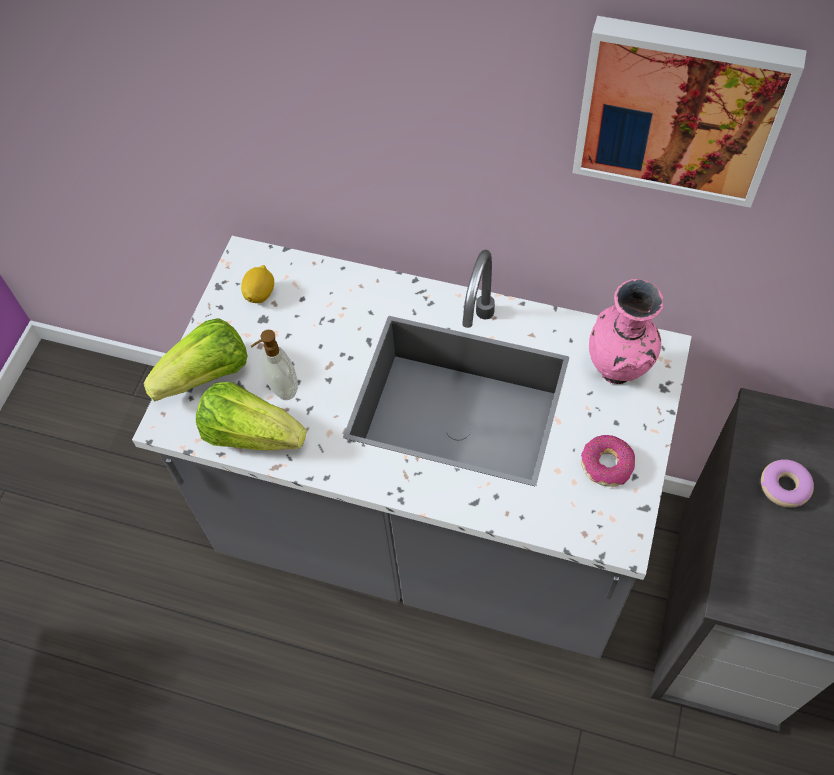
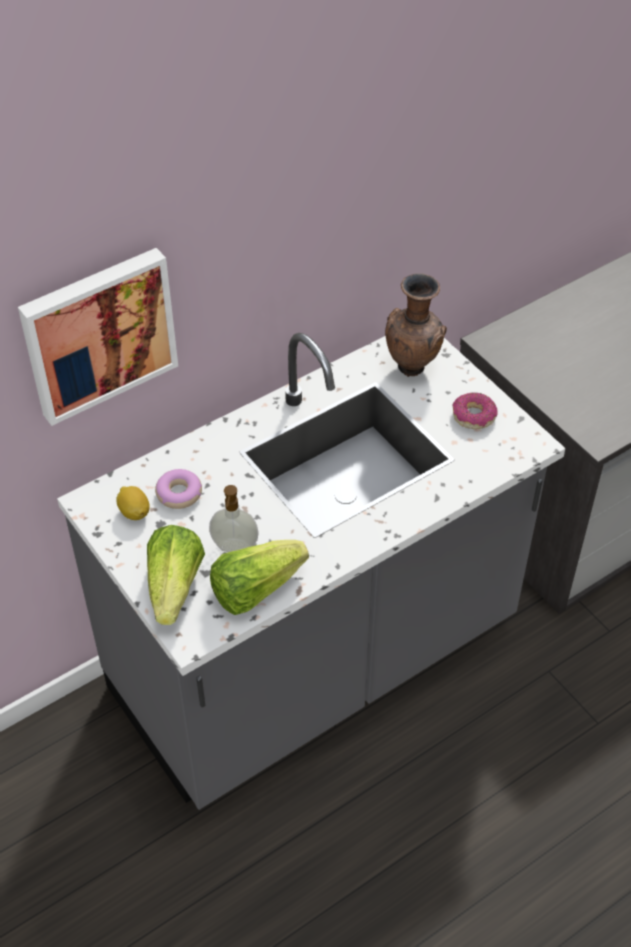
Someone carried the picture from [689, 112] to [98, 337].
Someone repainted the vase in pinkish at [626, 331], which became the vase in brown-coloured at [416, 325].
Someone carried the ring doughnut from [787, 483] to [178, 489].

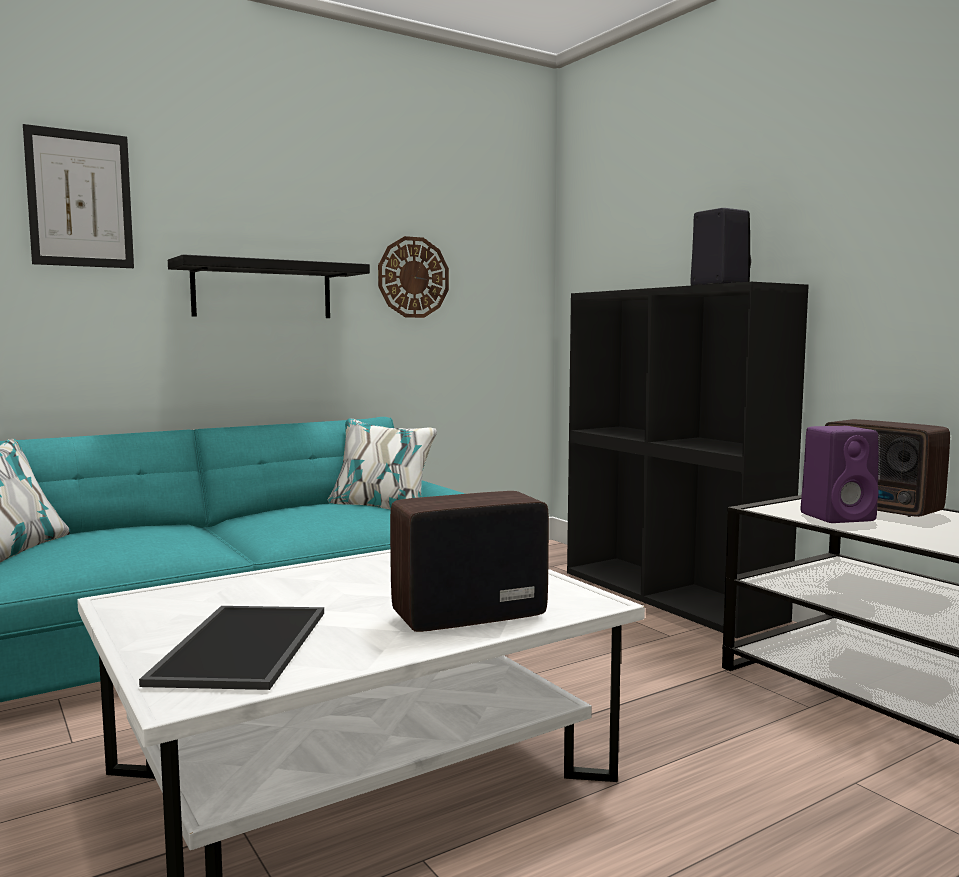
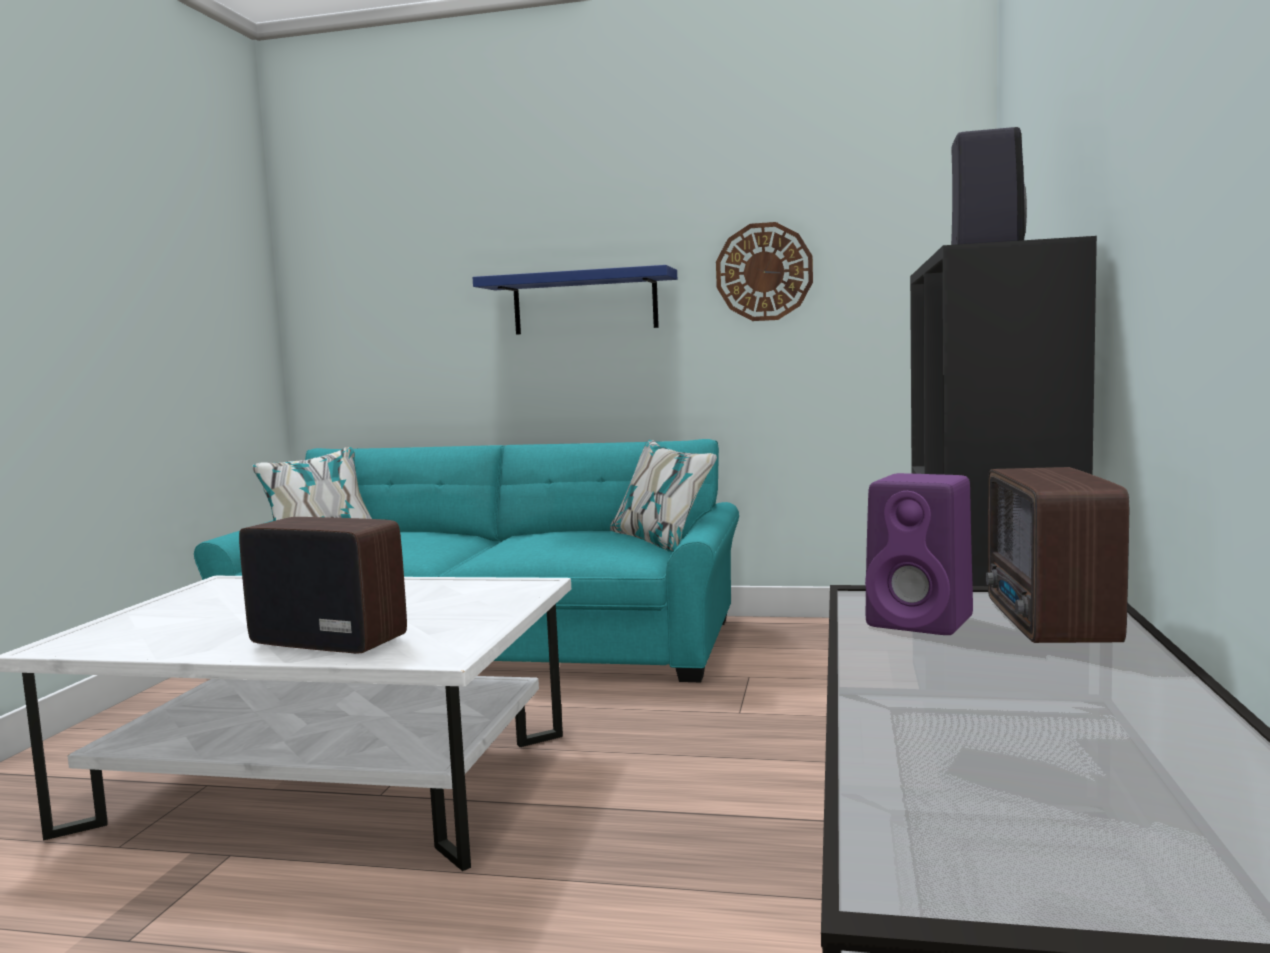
Someone took away the picture at [78, 196].
Someone took away the carrying tray at [231, 648].
Someone repainted the wall shelf in black-coloured at [269, 286], which became the wall shelf in blue at [574, 300].

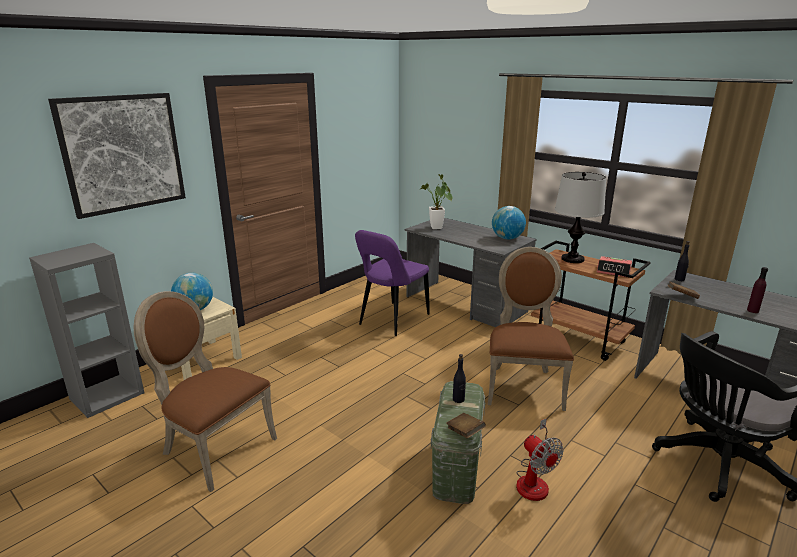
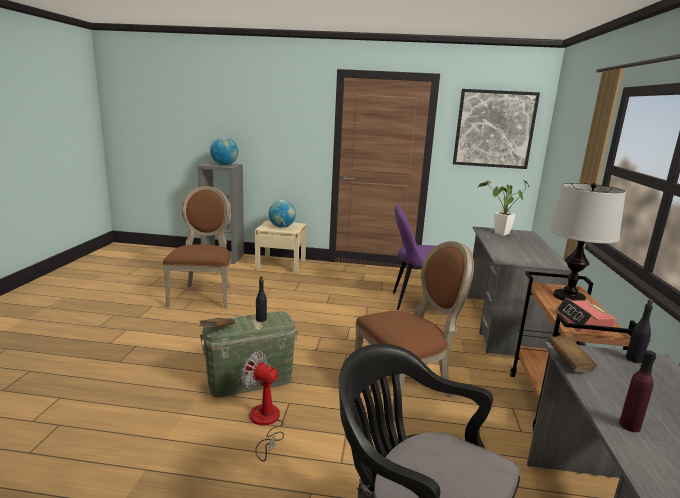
Someone carried the picture from [117, 156] to [496, 129].
Someone carried the globe from [509, 223] to [224, 151].
Someone rotated the fan at [540, 459] by 90 degrees clockwise.

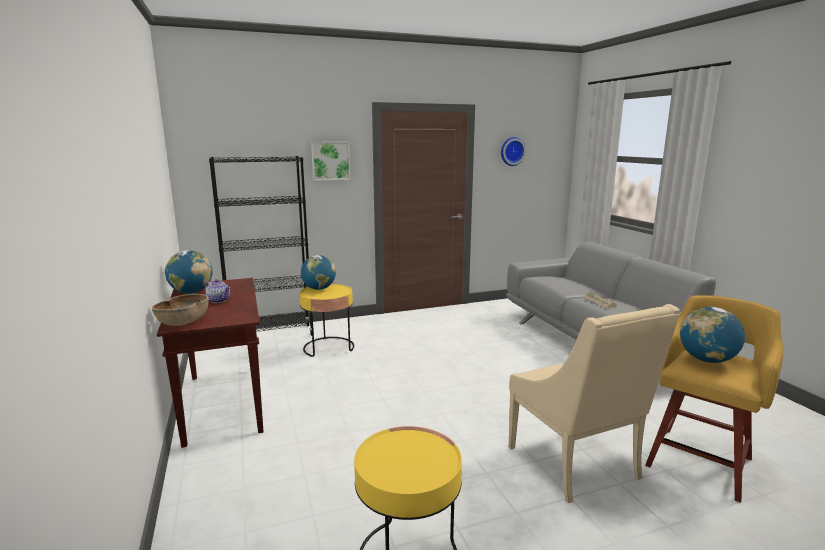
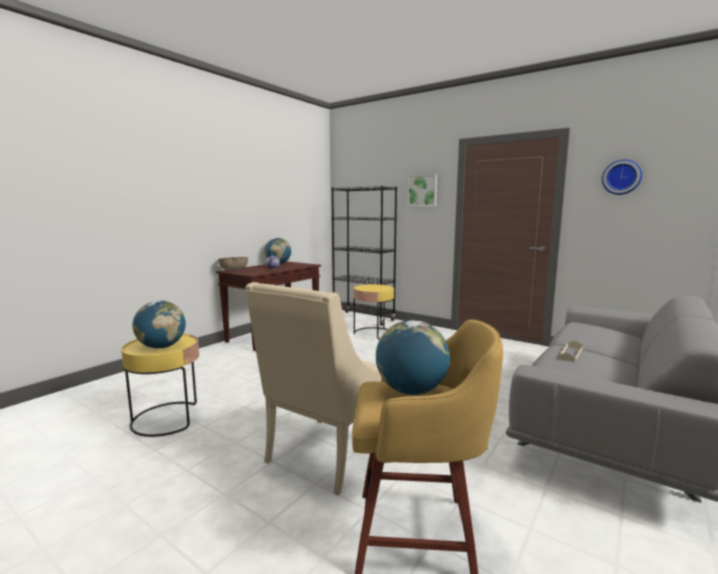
Someone carried the globe from [318, 272] to [159, 324].

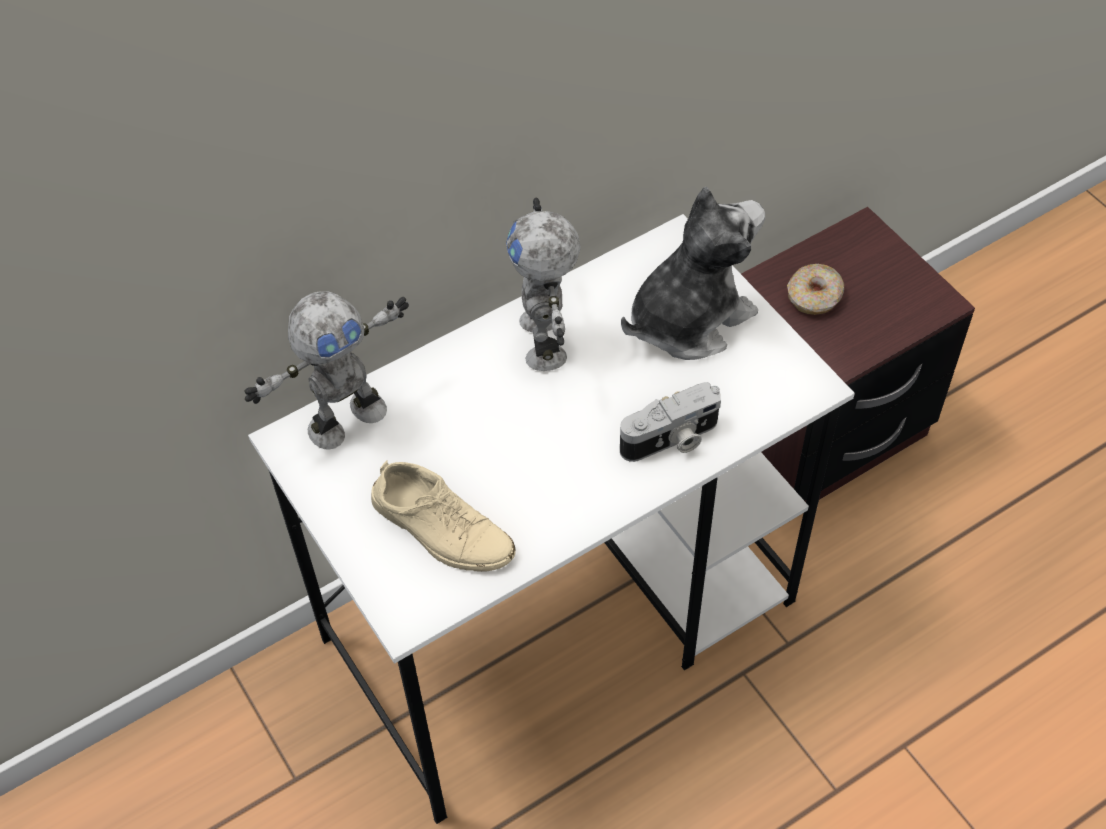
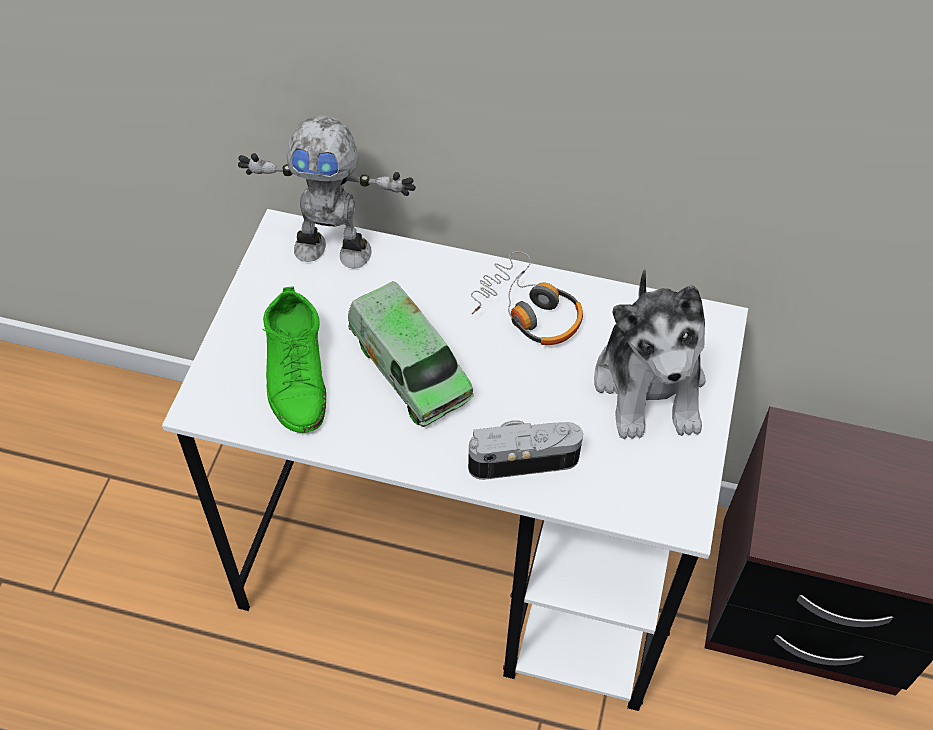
Someone repainted the low shoe in beige at [443, 516], which became the low shoe in green at [294, 359].
Someone swapped the toy robot at [543, 284] for the pair of headphones at [527, 298].
Someone rotated the photo camera at [670, 422] by 150 degrees clockwise.
Someone rotated the cuddly toy at [693, 273] by 75 degrees clockwise.
Someone took away the ring doughnut at [815, 289].
Someone put down the toy truck at [411, 354].

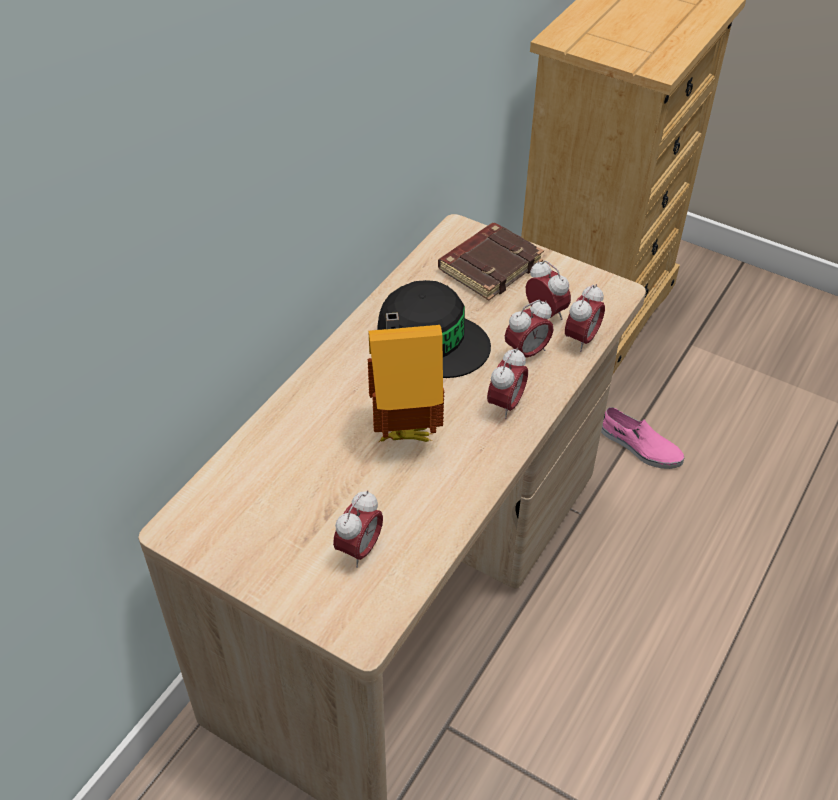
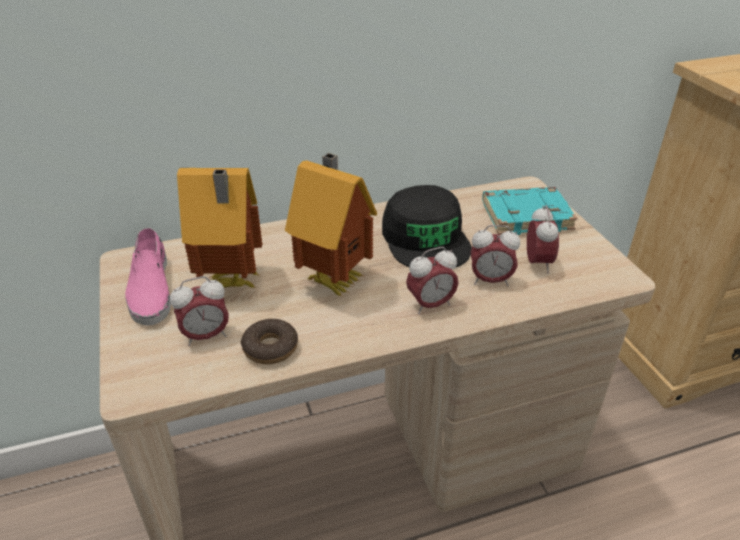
Someone repainted the book in brown-coloured at [491, 262], which became the book in turquoise-coloured at [530, 211].
Someone took away the bedside clock at [585, 318].
Someone carried the low shoe in pinkish from [643, 438] to [148, 276].
Someone put down the model house at [220, 228].
Someone put down the ring doughnut at [269, 341].

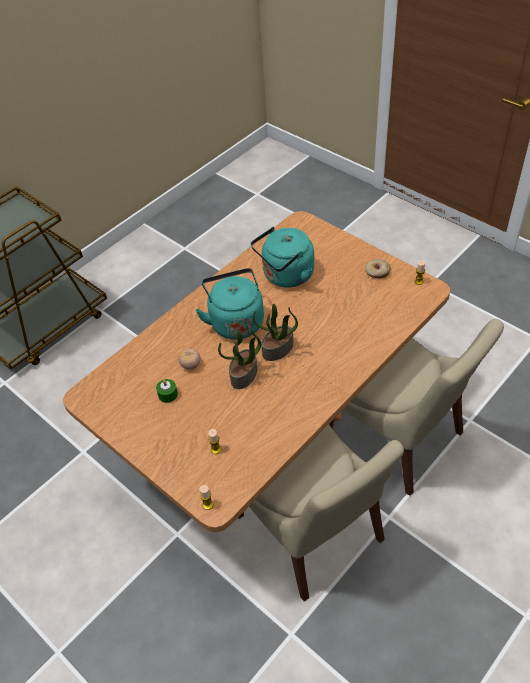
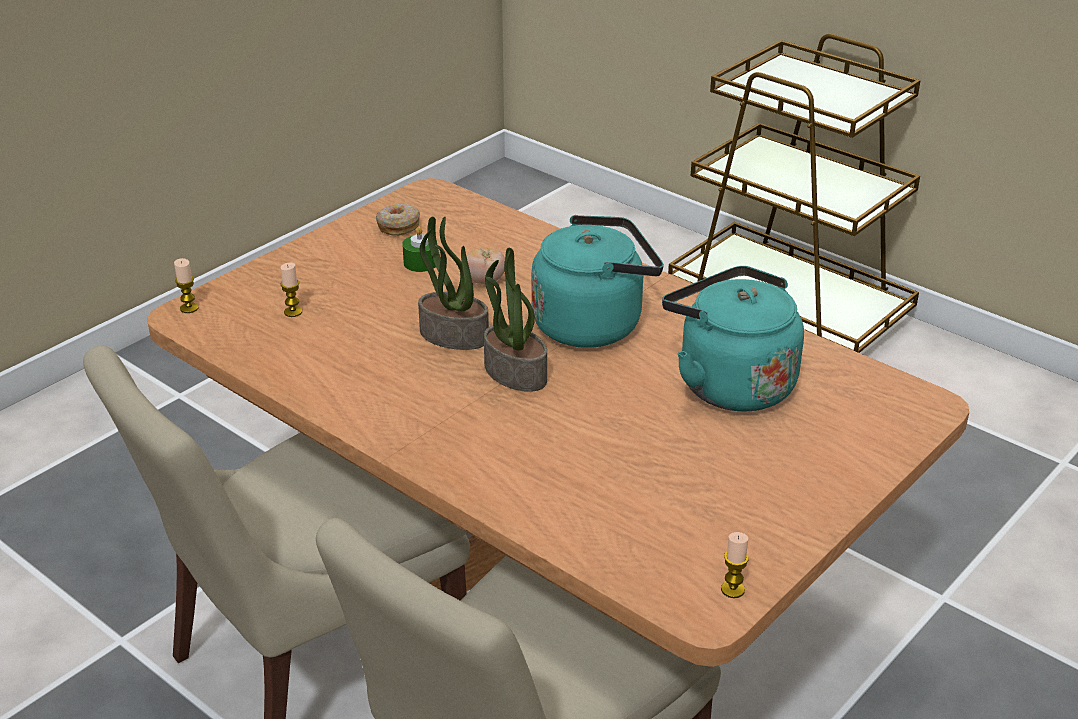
Someone carried the ring doughnut from [378, 268] to [398, 220].

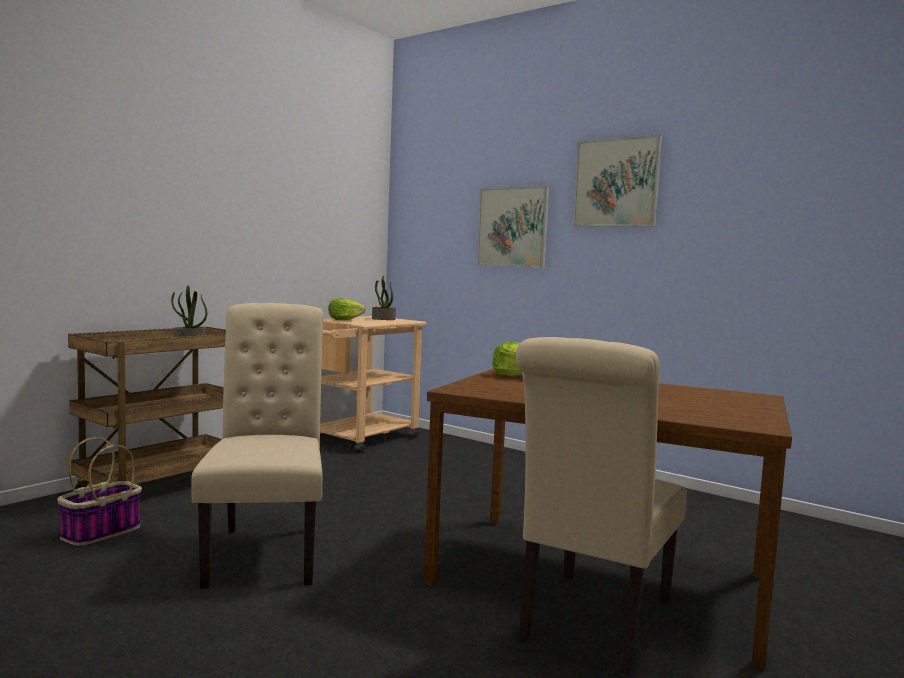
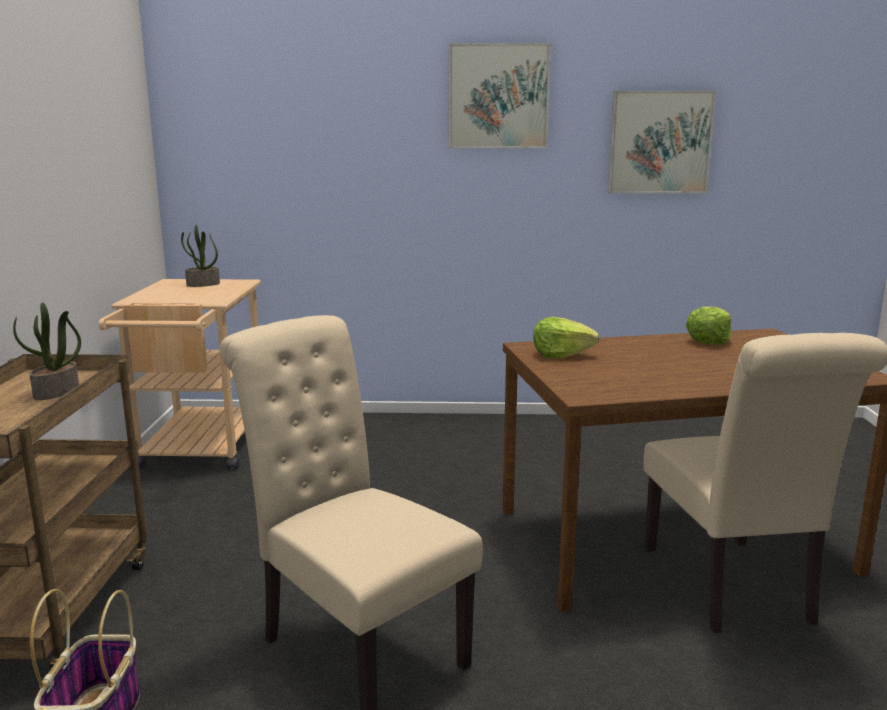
Someone carried the lettuce from [346, 309] to [709, 326].
Someone carried the picture from [513, 227] to [662, 142].

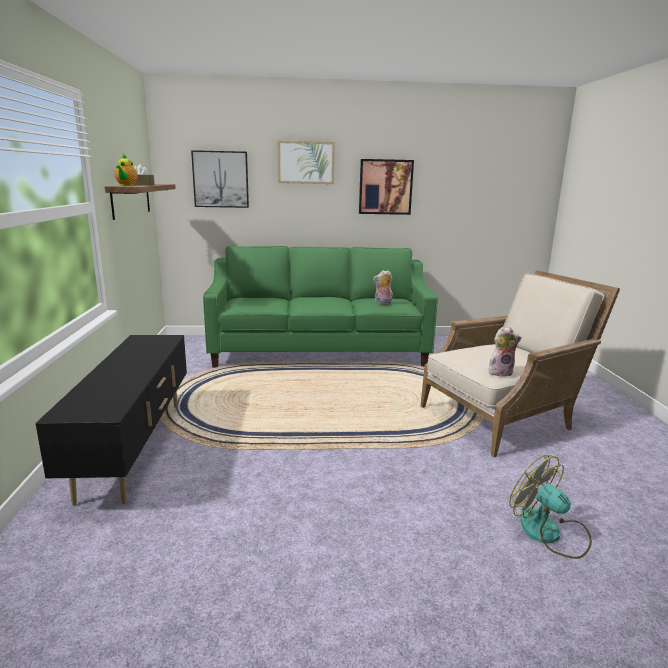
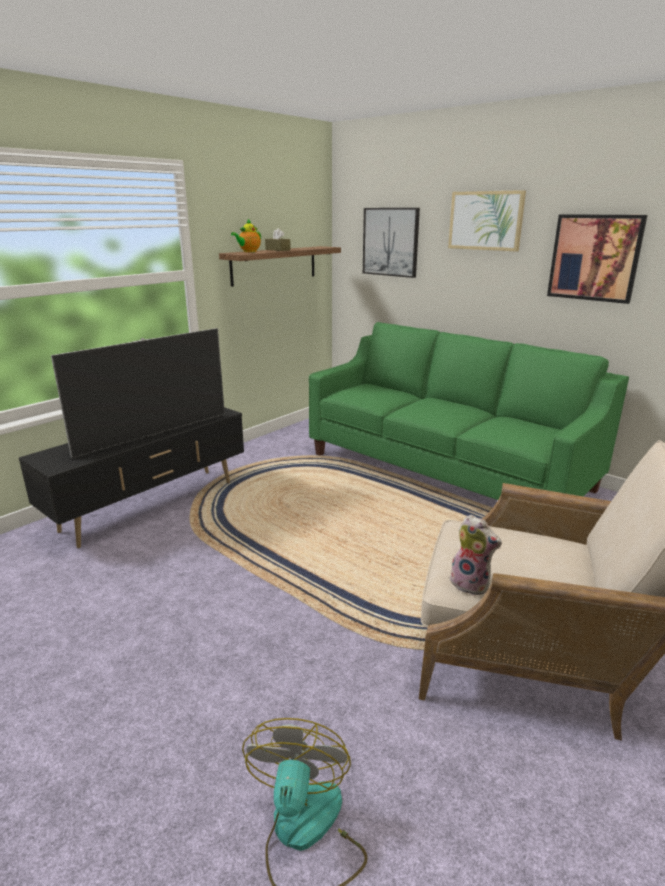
Someone took away the cuddly toy at [383, 287].
Someone put down the TV at [138, 393].

